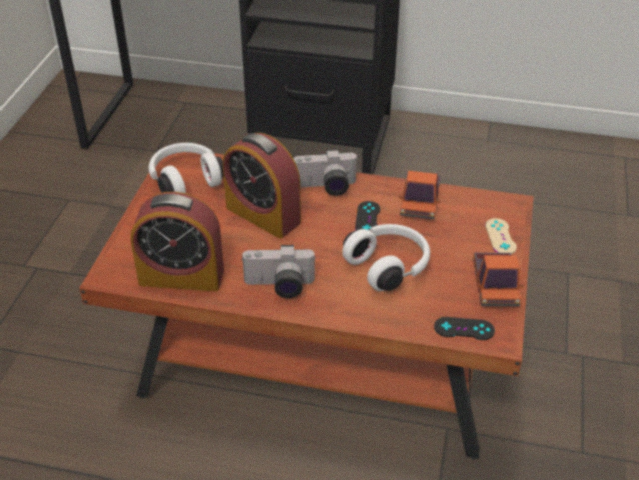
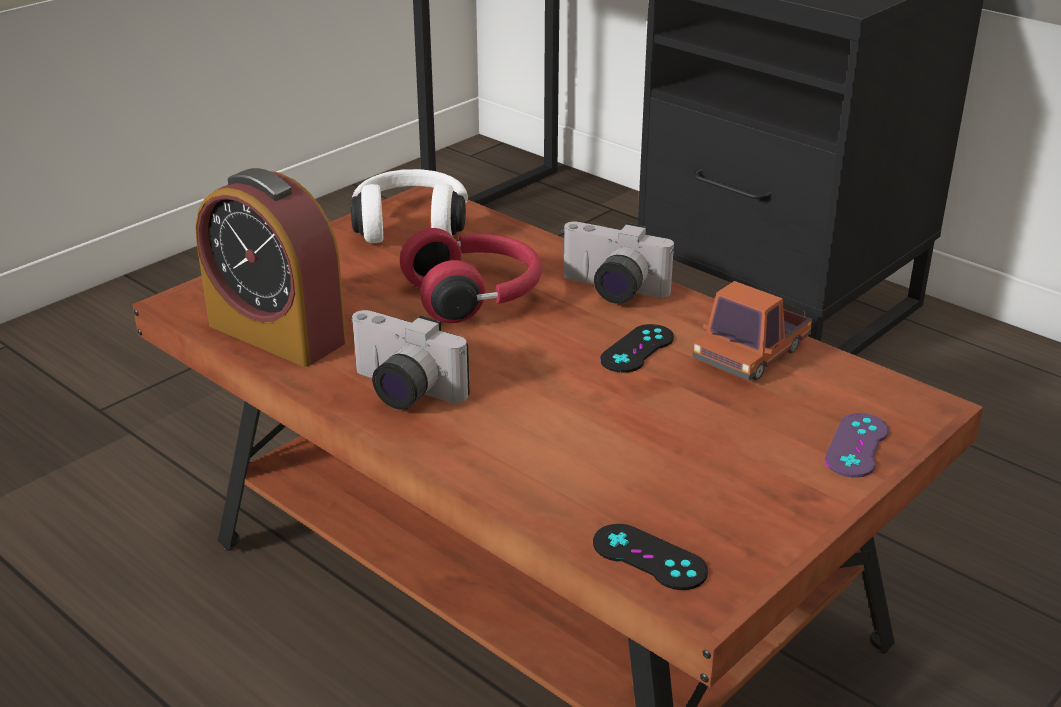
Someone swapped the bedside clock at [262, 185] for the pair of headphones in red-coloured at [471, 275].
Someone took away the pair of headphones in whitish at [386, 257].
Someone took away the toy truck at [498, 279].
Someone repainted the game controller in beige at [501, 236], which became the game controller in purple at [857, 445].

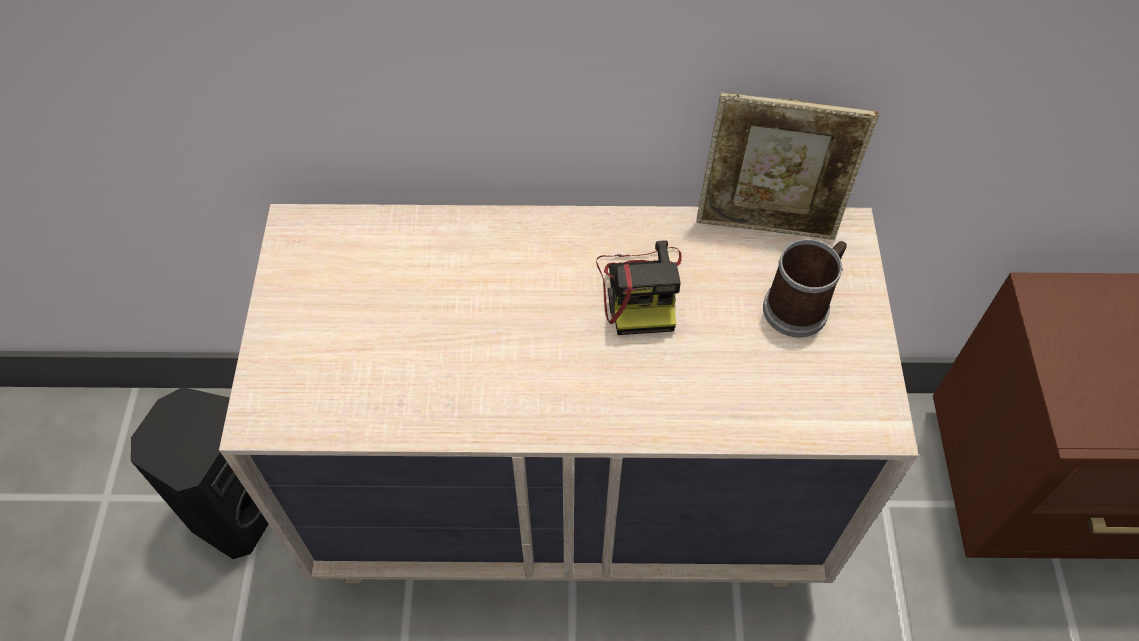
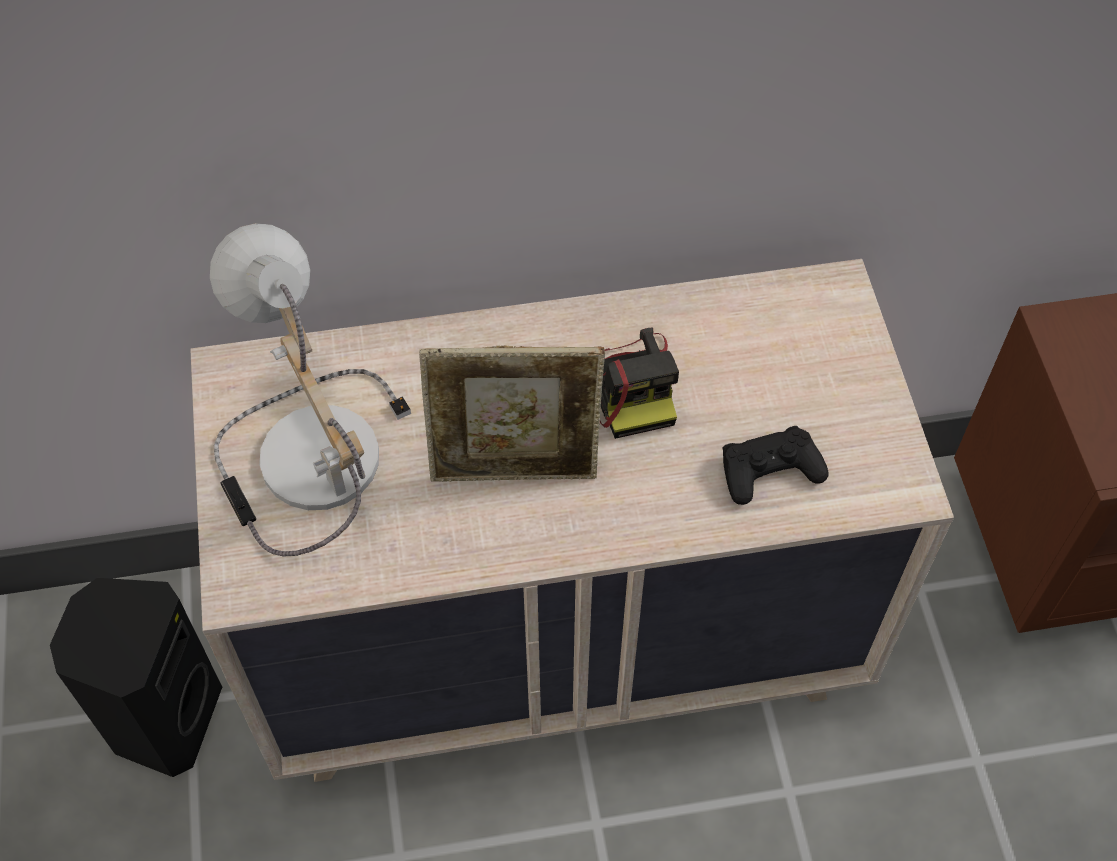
Someone carried the picture frame from [787, 166] to [512, 414].
Someone took away the mug at [805, 288].
Someone put down the tabletop lamp at [310, 390].
Someone put down the game controller in black-coloured at [775, 465].

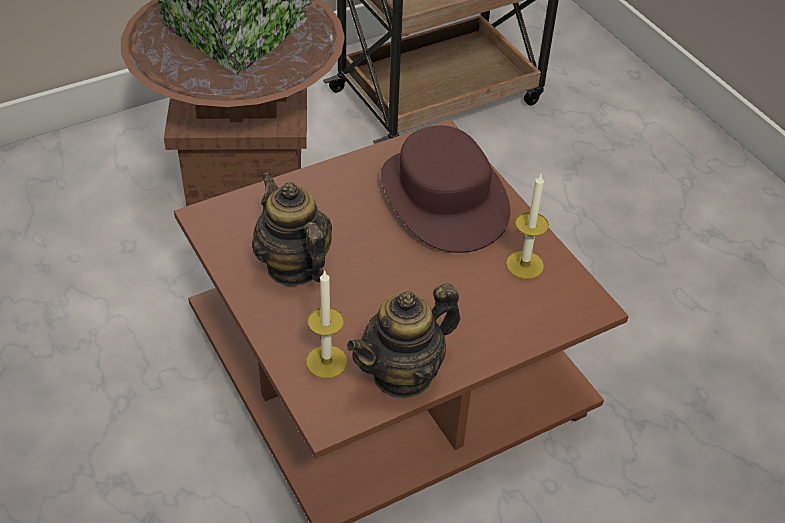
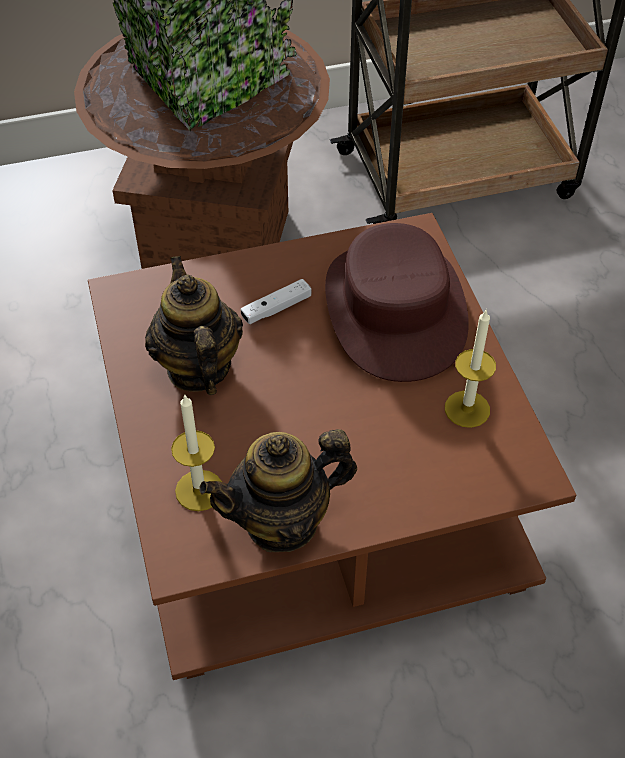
Someone put down the game controller in whitish at [276, 301].

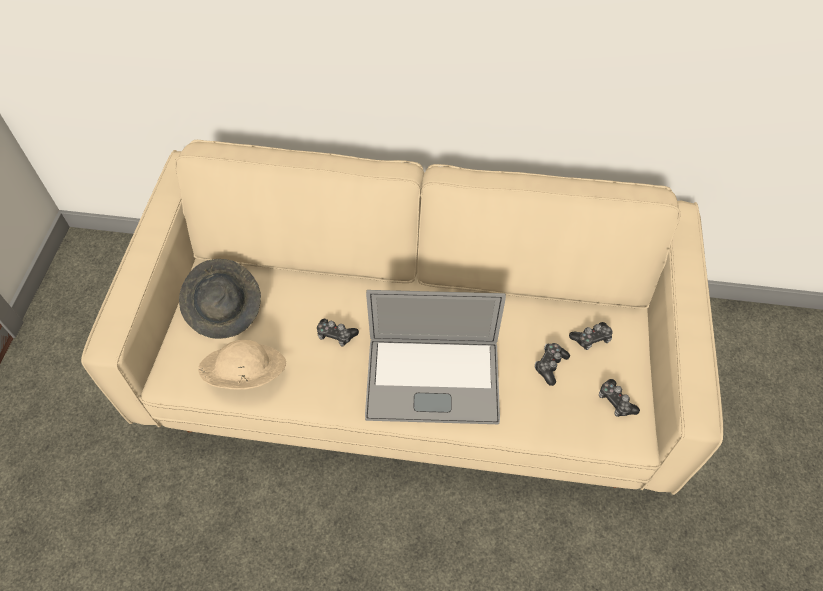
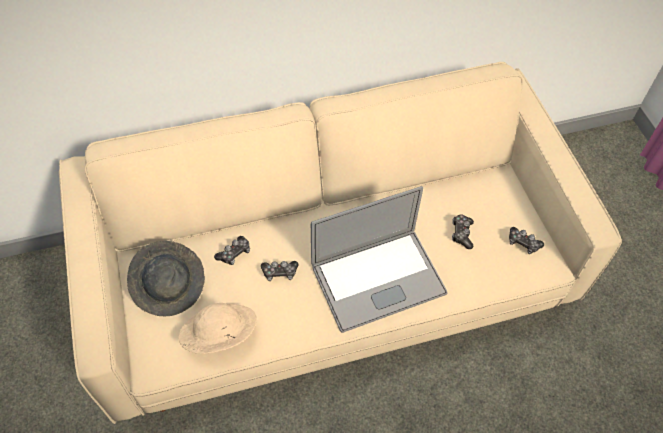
Someone carried the game controller from [591, 336] to [232, 250].

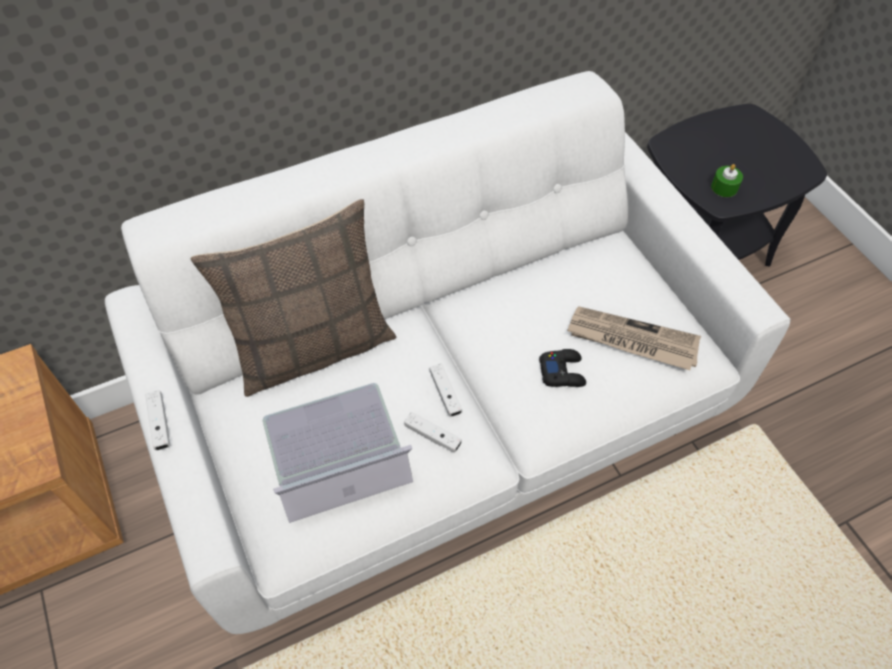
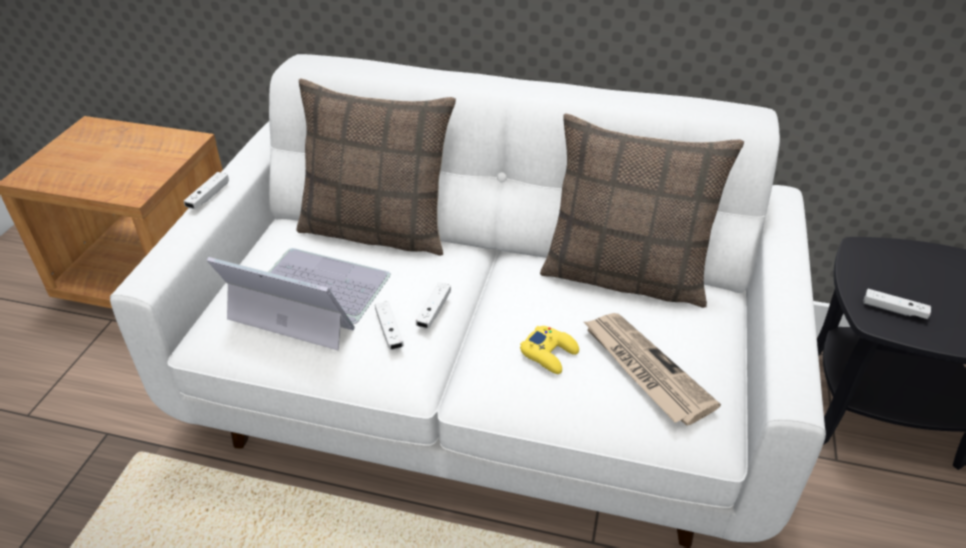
Someone repainted the game controller in black-coloured at [562, 368], which became the game controller in yellow at [549, 350].
Someone swapped the candle in green at [727, 180] for the game controller in whitish at [897, 304].
Someone put down the throw pillow at [642, 210].

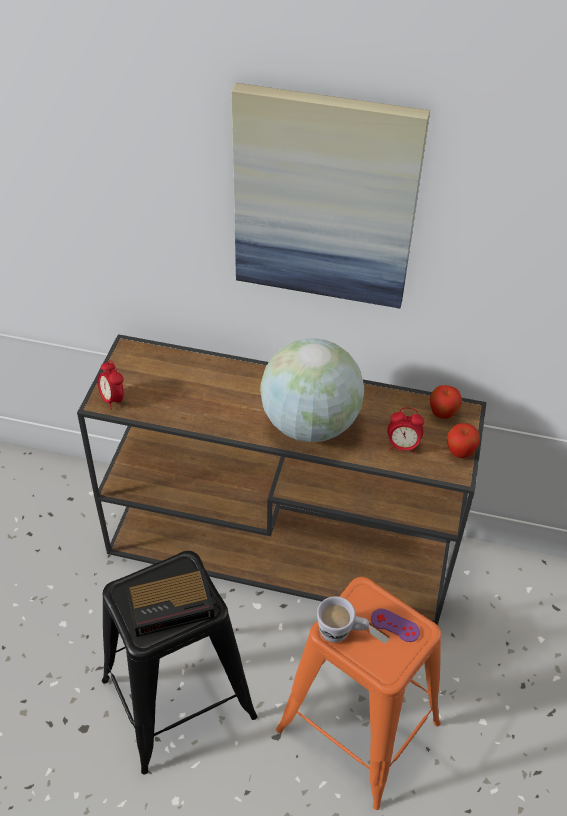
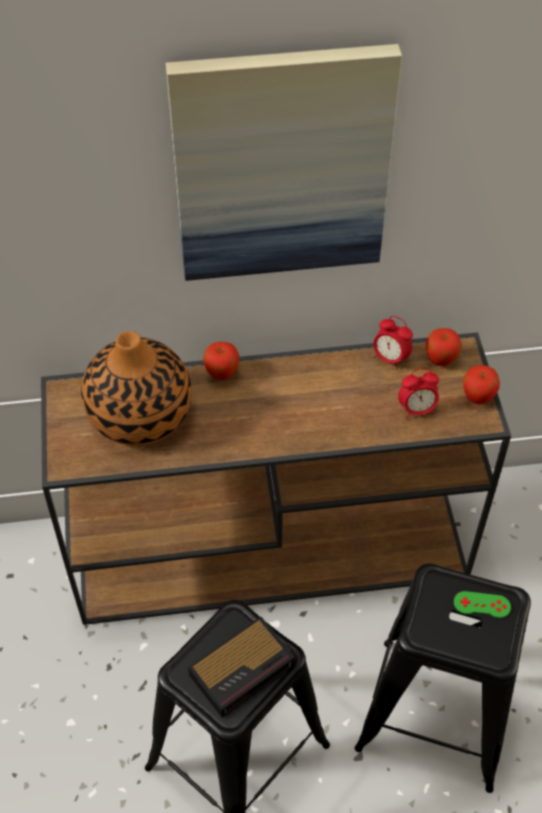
Someone carried the bedside clock from [111, 385] to [393, 343].
Someone took away the globe at [312, 390].
Someone repainted the stool seat in orange at [358, 693], which became the stool seat in black-coloured at [443, 678].
Someone took away the mug in whitish at [343, 619].
Someone repainted the game controller in purple at [395, 625], which became the game controller in green at [482, 604].
Someone put down the vase at [136, 388].
Someone put down the apple at [221, 360].

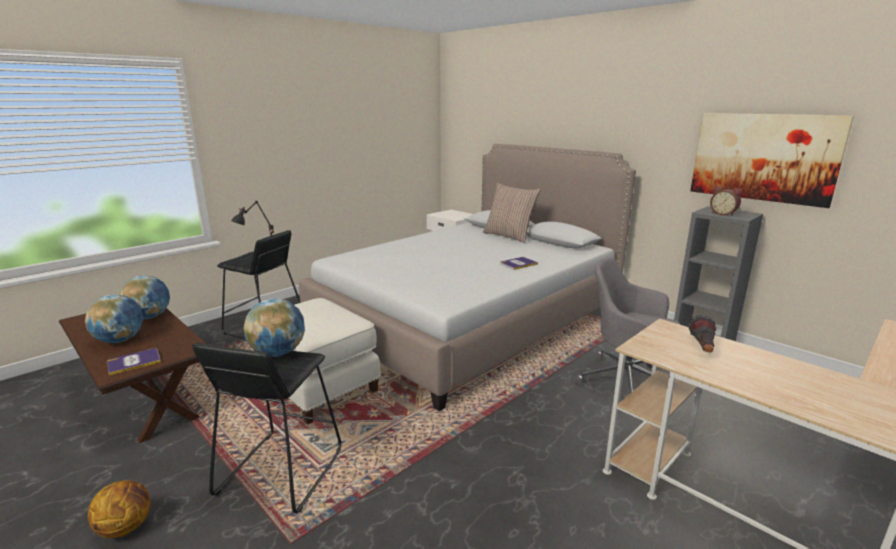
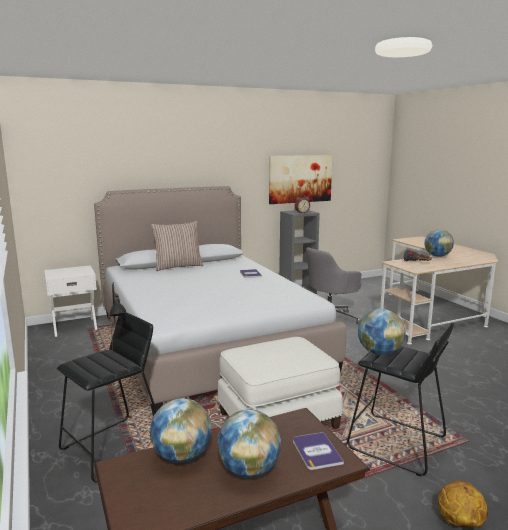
Someone put down the globe at [439, 243].

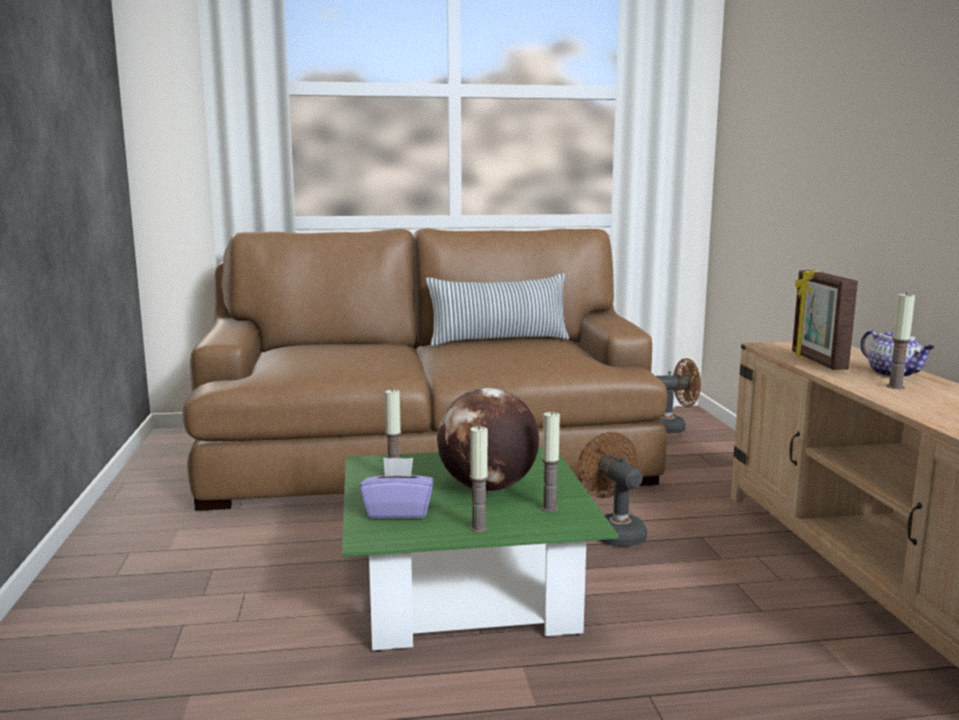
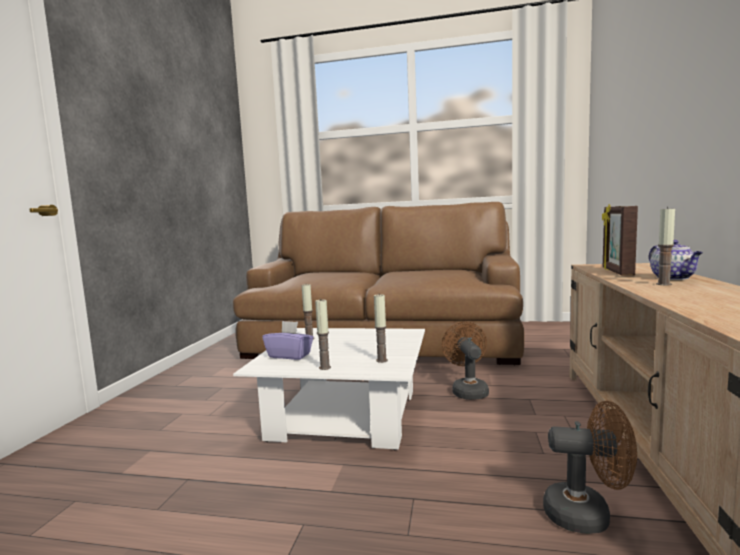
Someone repainted the lounge table in green at [480, 549], which became the lounge table in whitish at [329, 389].
Someone took away the throw pillow at [497, 310].
Someone took away the globe at [488, 440].
Someone carried the fan in brown-coloured from [678, 395] to [590, 467].

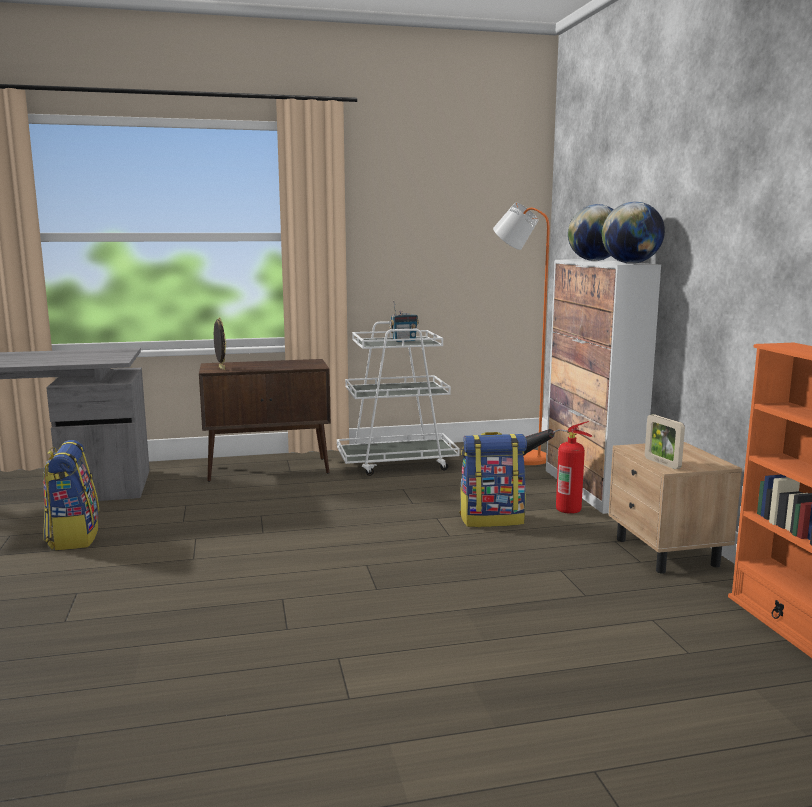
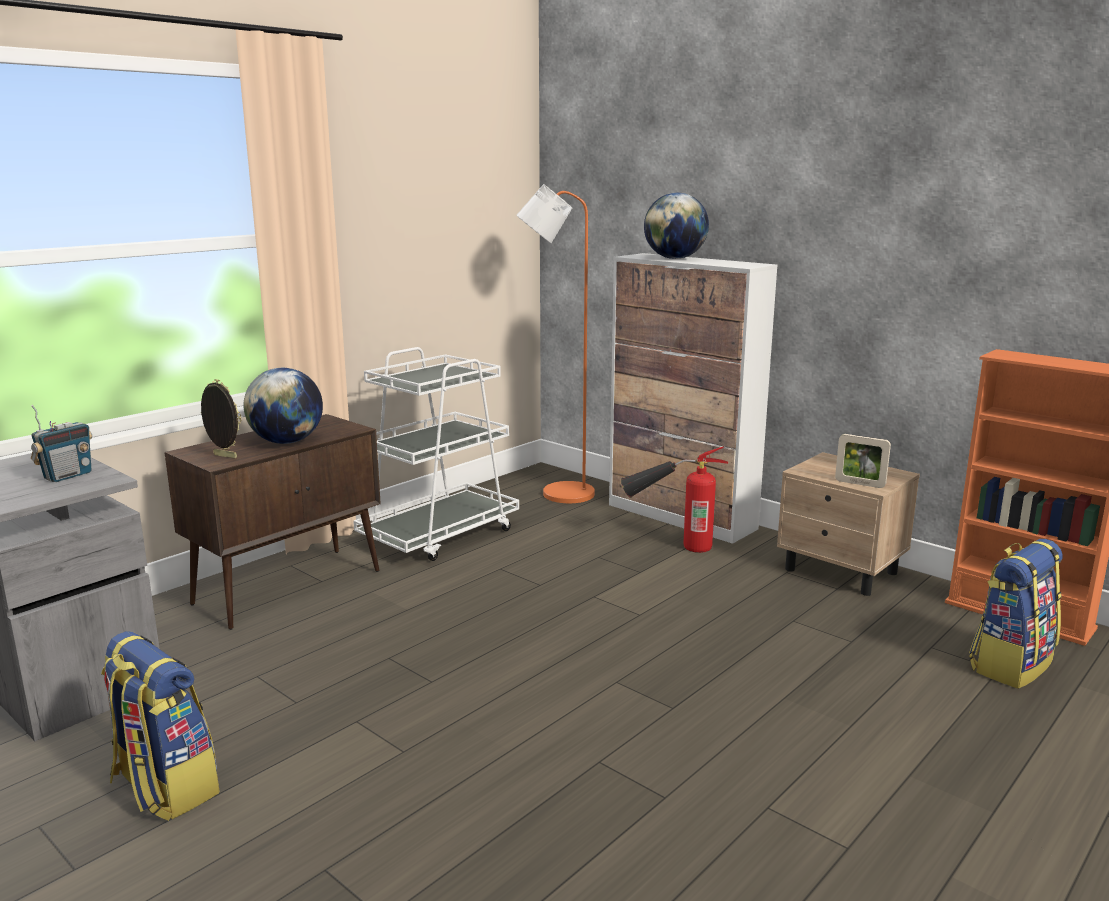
Someone carried the radio set from [404, 321] to [61, 443].
Someone carried the knapsack from [493, 479] to [1016, 614].
Someone carried the globe from [633, 233] to [283, 406].

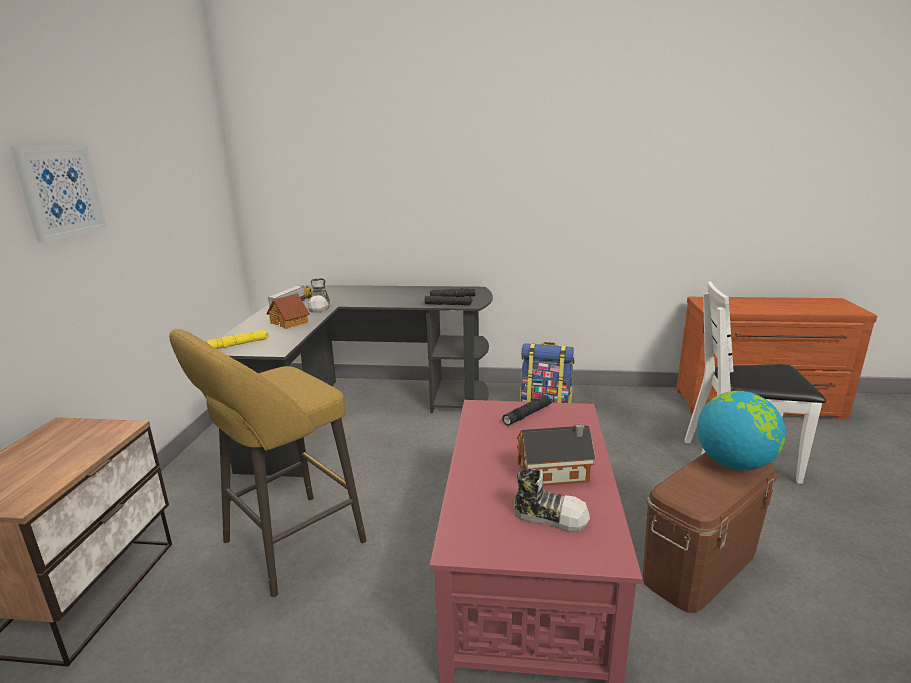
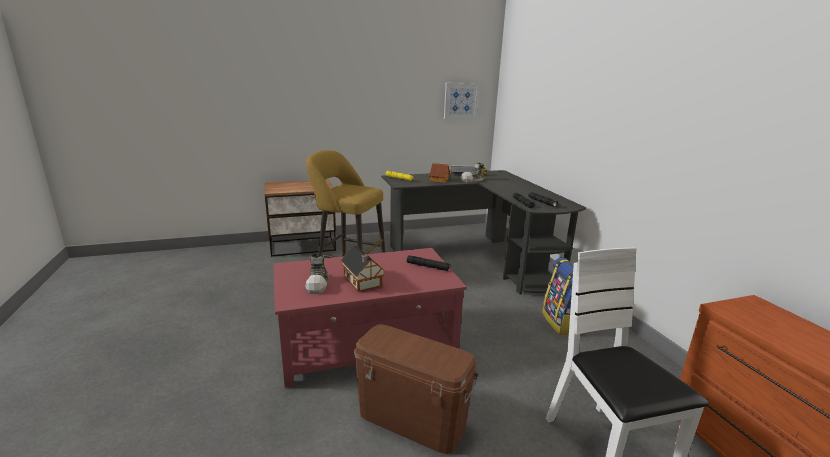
Someone carried the picture from [58, 194] to [461, 101].
Someone took away the globe at [741, 430].

